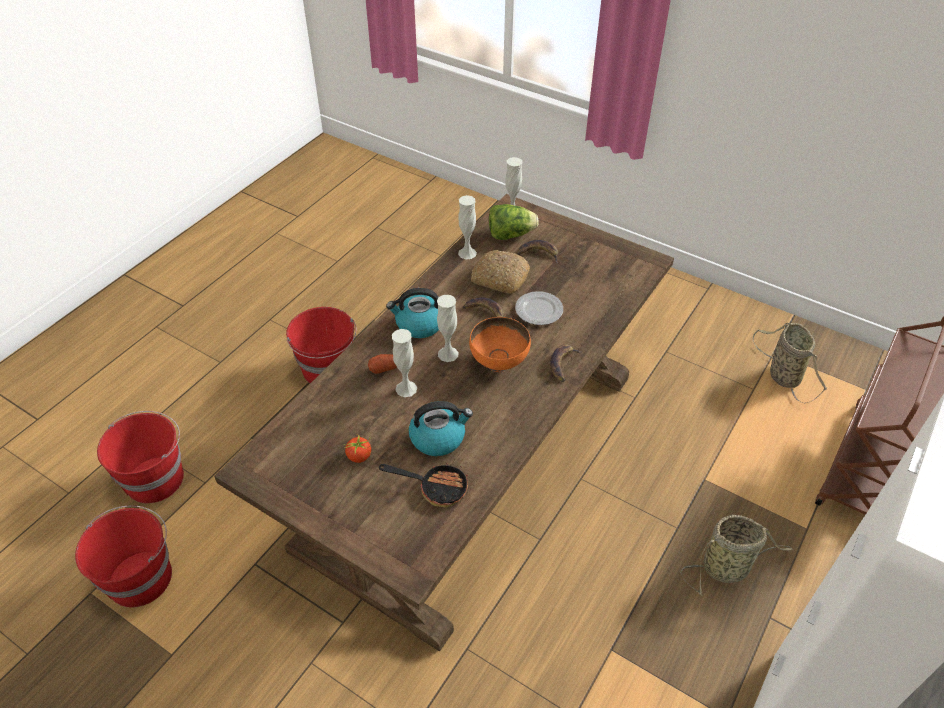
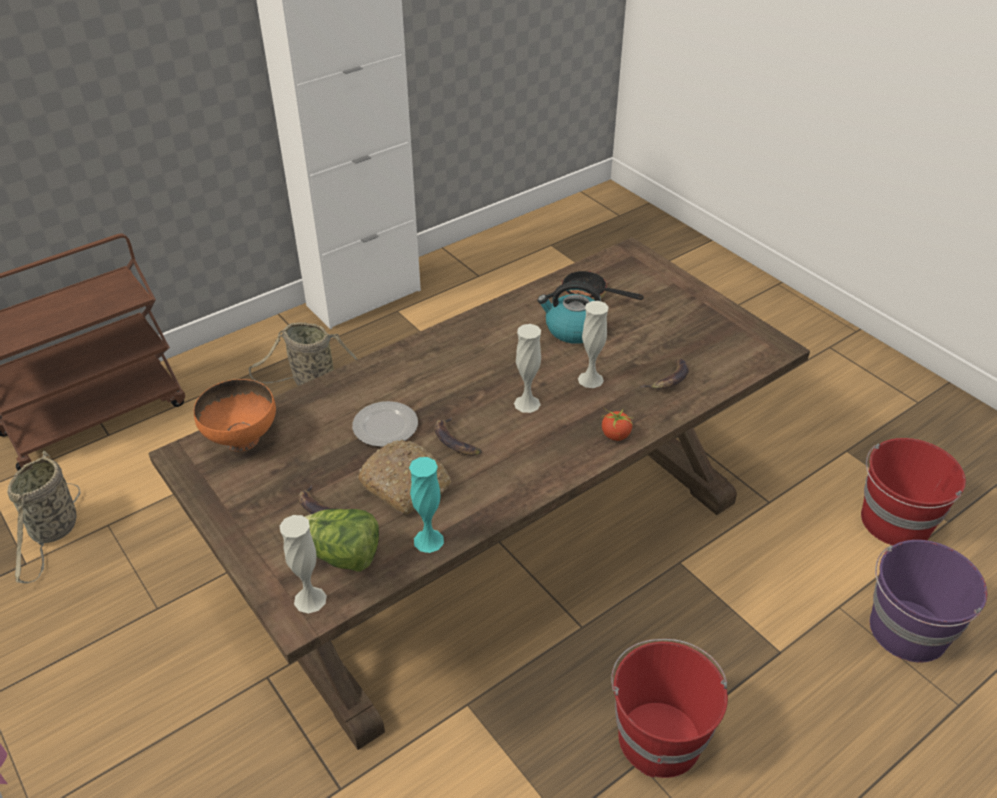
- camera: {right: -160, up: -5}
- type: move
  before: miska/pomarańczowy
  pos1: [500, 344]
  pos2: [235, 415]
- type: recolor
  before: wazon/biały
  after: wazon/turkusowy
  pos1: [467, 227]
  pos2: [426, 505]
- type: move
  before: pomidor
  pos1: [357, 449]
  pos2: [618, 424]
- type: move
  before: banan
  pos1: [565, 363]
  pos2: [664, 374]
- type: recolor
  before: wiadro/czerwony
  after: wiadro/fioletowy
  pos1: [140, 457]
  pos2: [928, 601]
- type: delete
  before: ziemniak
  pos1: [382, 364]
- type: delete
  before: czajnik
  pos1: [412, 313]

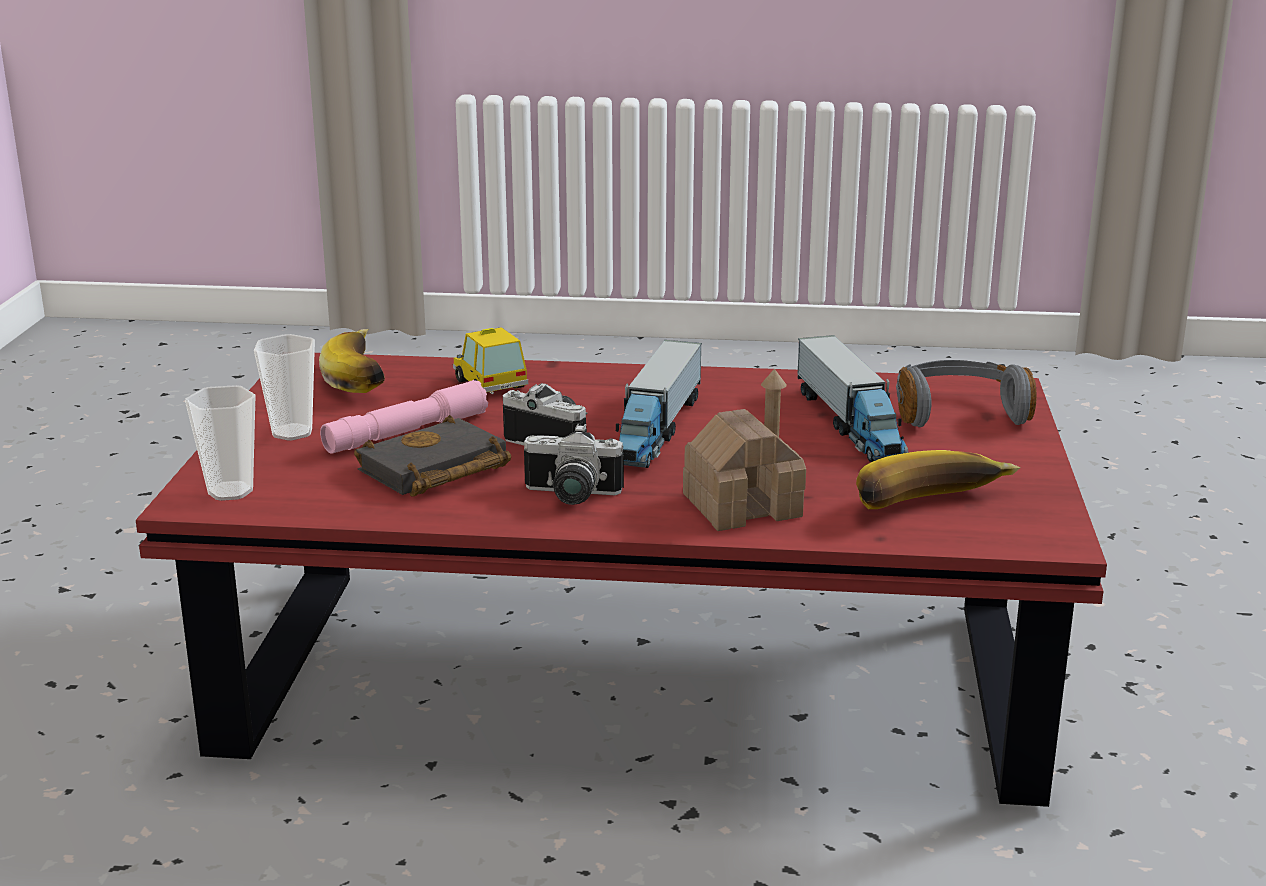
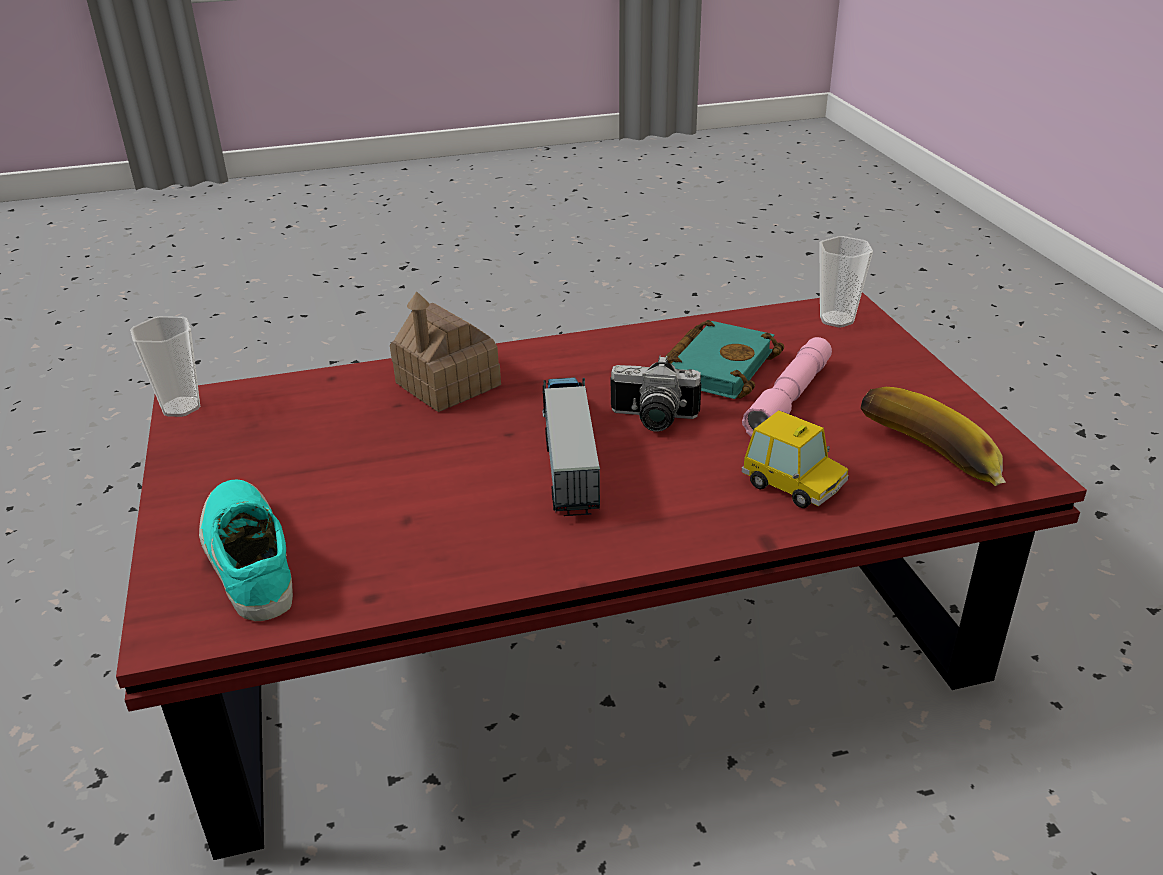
- camera: {right: 160, up: 10}
- type: move
  before: filiżanka
  pos1: [284, 387]
  pos2: [165, 366]
- type: replace
  before: słuchawki/szary
  after: but/turkusowy
  pos1: [966, 393]
  pos2: [246, 550]
- type: recolor
  before: książka/czarny
  after: książka/turkusowy
  pos1: [432, 456]
  pos2: [724, 359]
- type: delete
  before: aparat fotograficzny
  pos1: [574, 464]
- type: delete
  before: ciężarówka zabawkowa
  pos1: [852, 398]
- type: delete
  before: banan
  pos1: [938, 479]

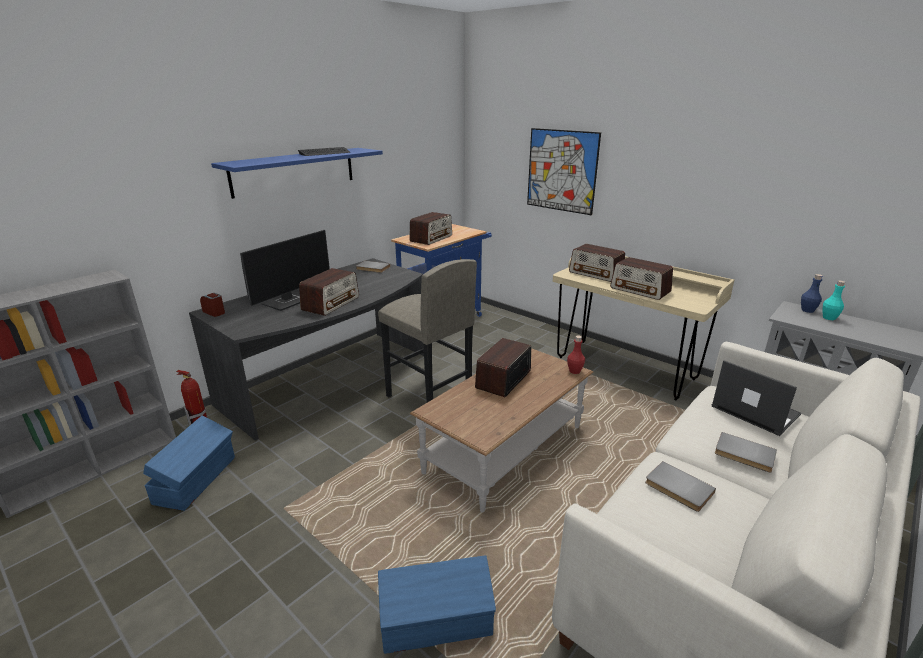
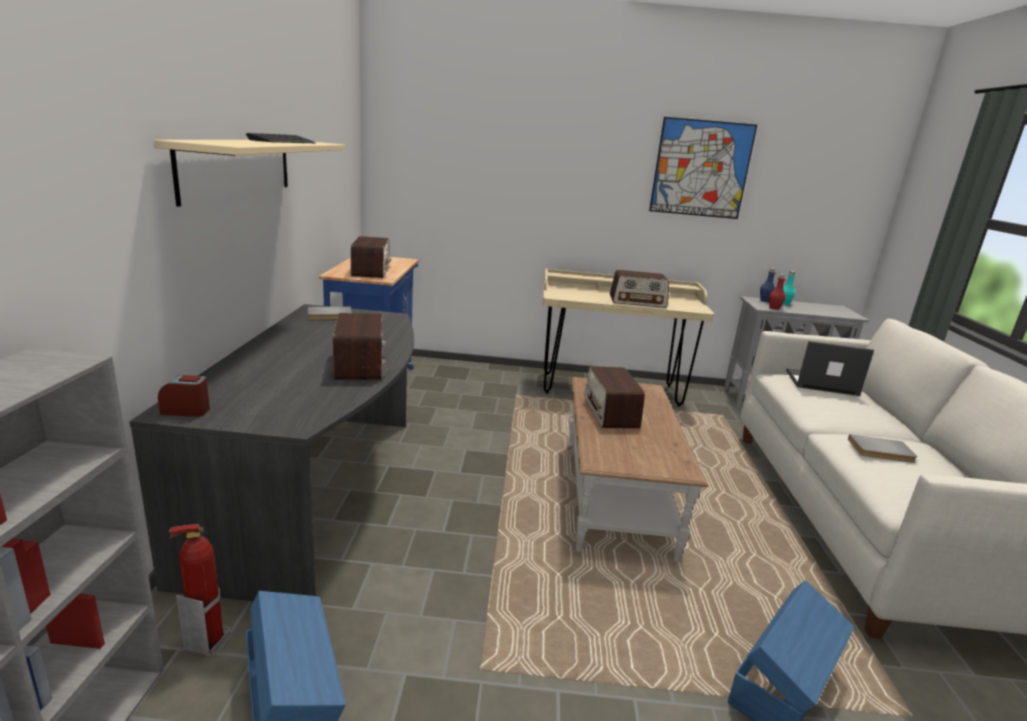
- camera: {right: -40, up: -5}
- type: recolor
  before: półka/niebieski
  after: półka/beżowy
  pos1: [297, 173]
  pos2: [249, 173]
- type: move
  before: obraz
  pos1: [564, 171]
  pos2: [703, 168]
- type: move
  before: butelka/czerwony
  pos1: [576, 355]
  pos2: [777, 292]
- type: delete
  before: monitor
  pos1: [285, 270]
- type: delete
  before: stołek/szary
  pos1: [427, 330]
- type: delete
  before: radio
  pos1: [597, 263]
- type: delete
  before: książka/szary
  pos1: [746, 452]

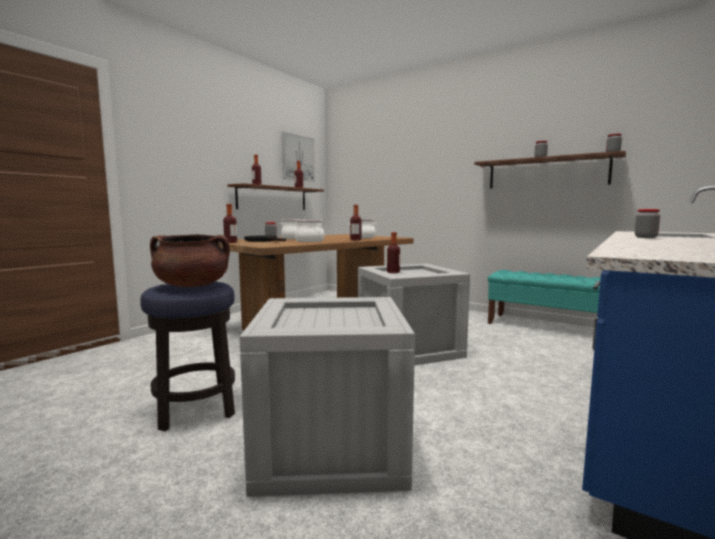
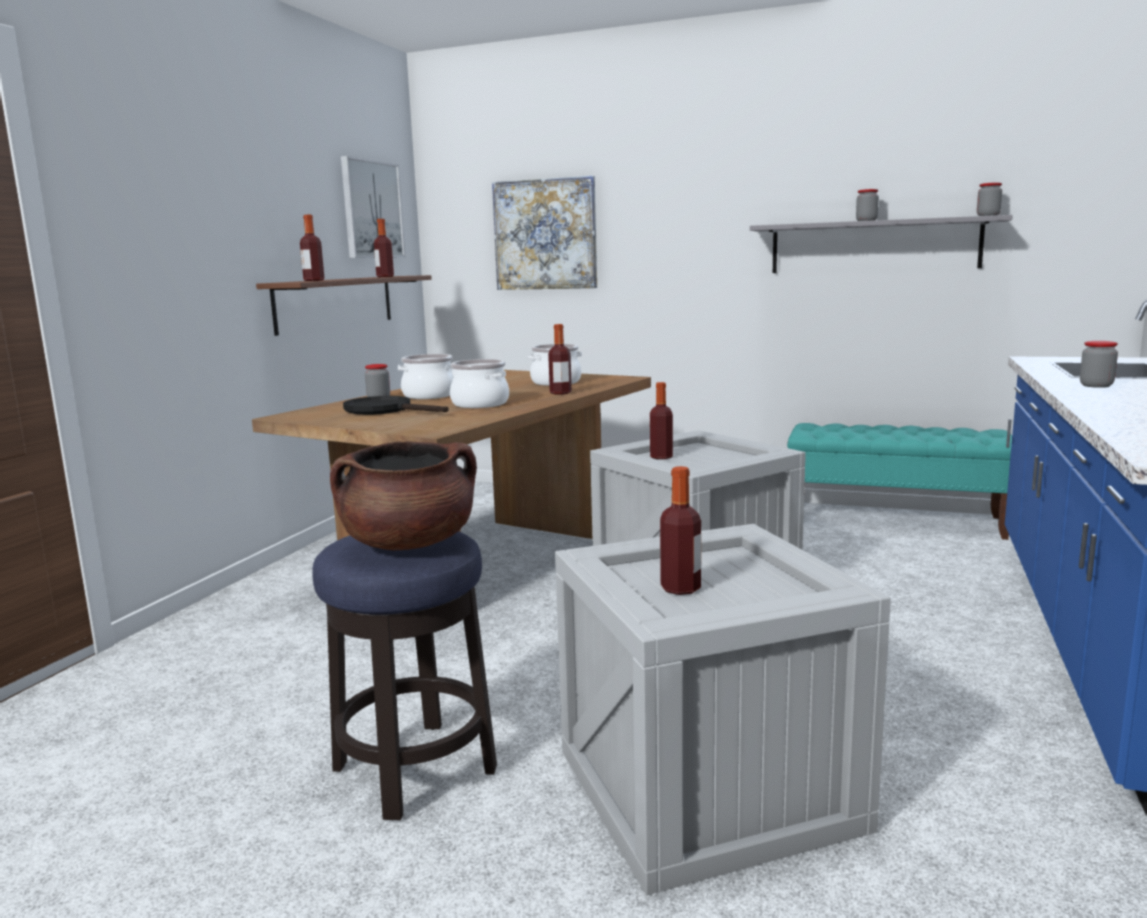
- camera: {right: -15, up: 5}
- type: insert
  after: obraz
  pos2: [544, 233]
- type: move
  before: butelka
  pos1: [230, 223]
  pos2: [680, 530]
- type: recolor
  before: półka/brązowy
  after: półka/szary
  pos1: [550, 170]
  pos2: [881, 244]

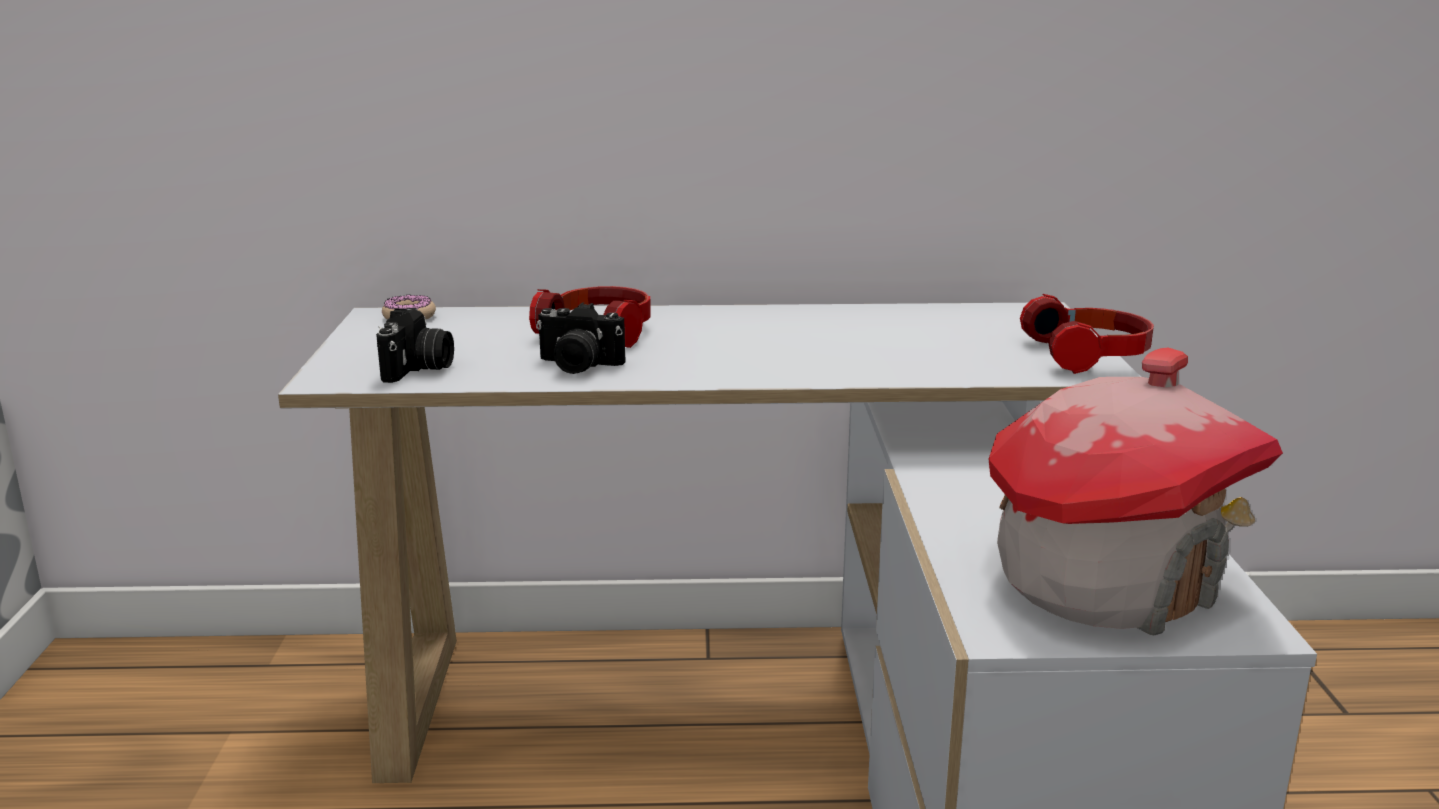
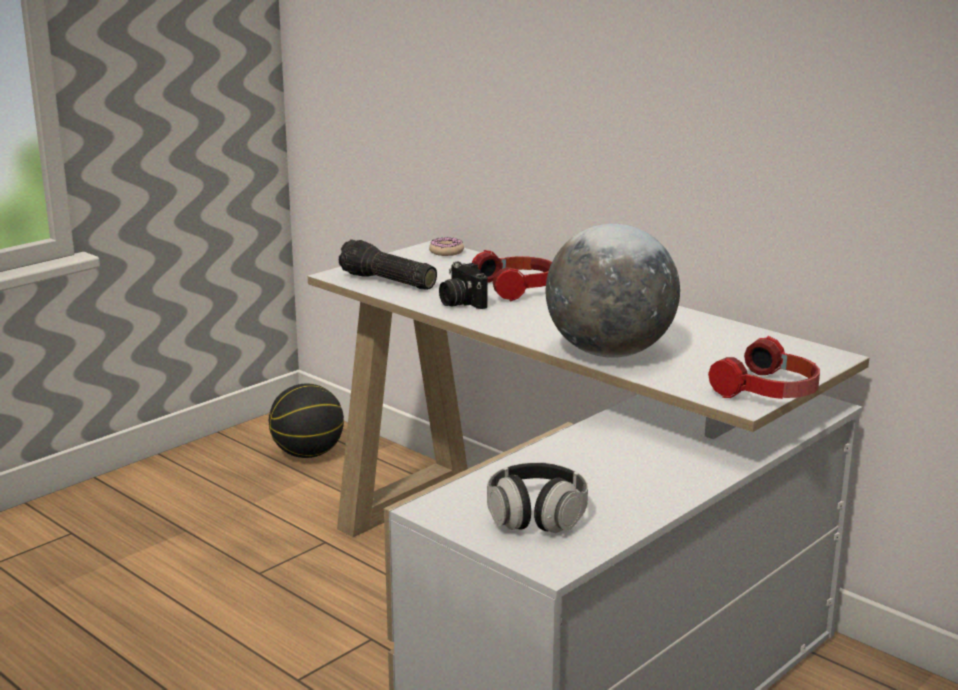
- camera: {right: 45, up: 0}
- type: insert
  after: piłka do koszykówki
  pos2: [306, 421]
- type: replace
  before: aparat fotograficzny
  after: latarka
  pos1: [415, 345]
  pos2: [388, 264]
- type: replace
  before: domek
  after: słuchawki
  pos1: [1136, 491]
  pos2: [537, 497]
- type: insert
  after: globus
  pos2: [613, 291]

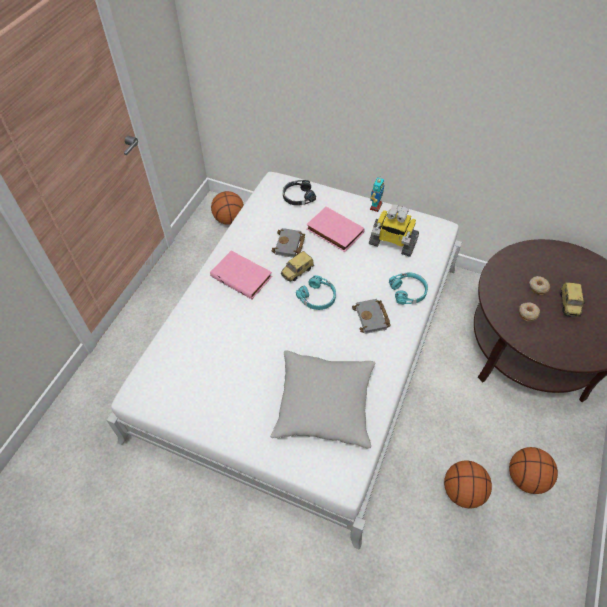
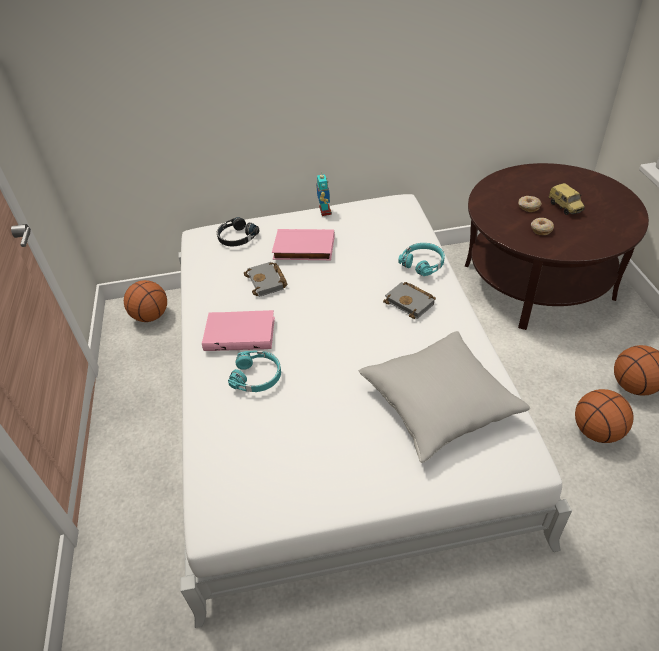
- camera: {right: -30, up: -10}
- type: move
  before: słuchawki/turkusowy
  pos1: [316, 292]
  pos2: [254, 371]
- type: delete
  before: samochodzik
  pos1: [297, 266]
- type: delete
  before: robot zabawkowy
  pos1: [394, 230]

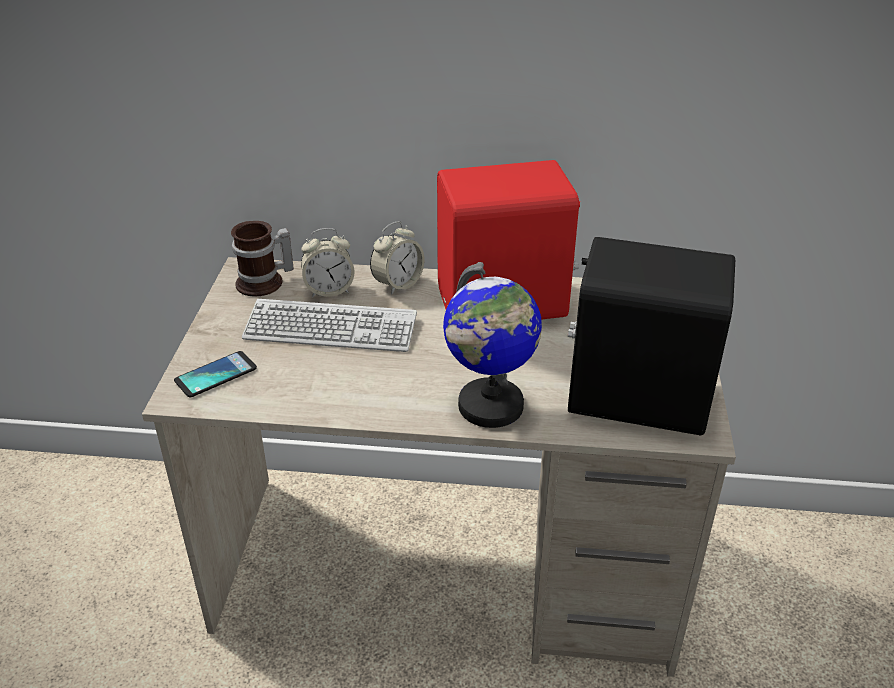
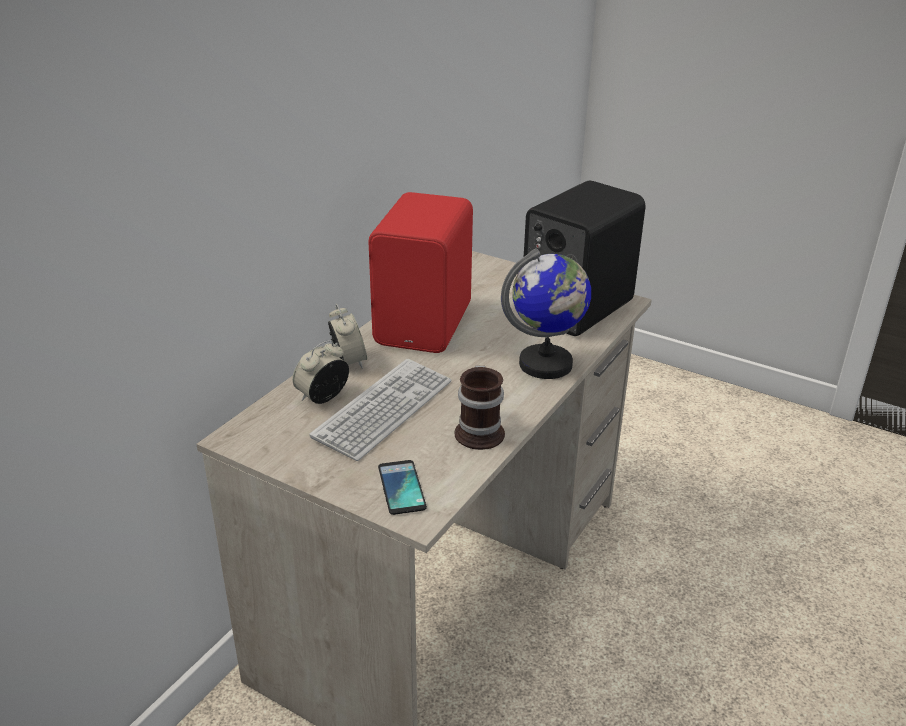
- camera: {right: -65, up: -5}
- type: rotate
  before: budzik
  pos1: [327, 263]
  pos2: [320, 372]
  turn: -150
- type: move
  before: kubek
  pos1: [262, 258]
  pos2: [479, 407]

